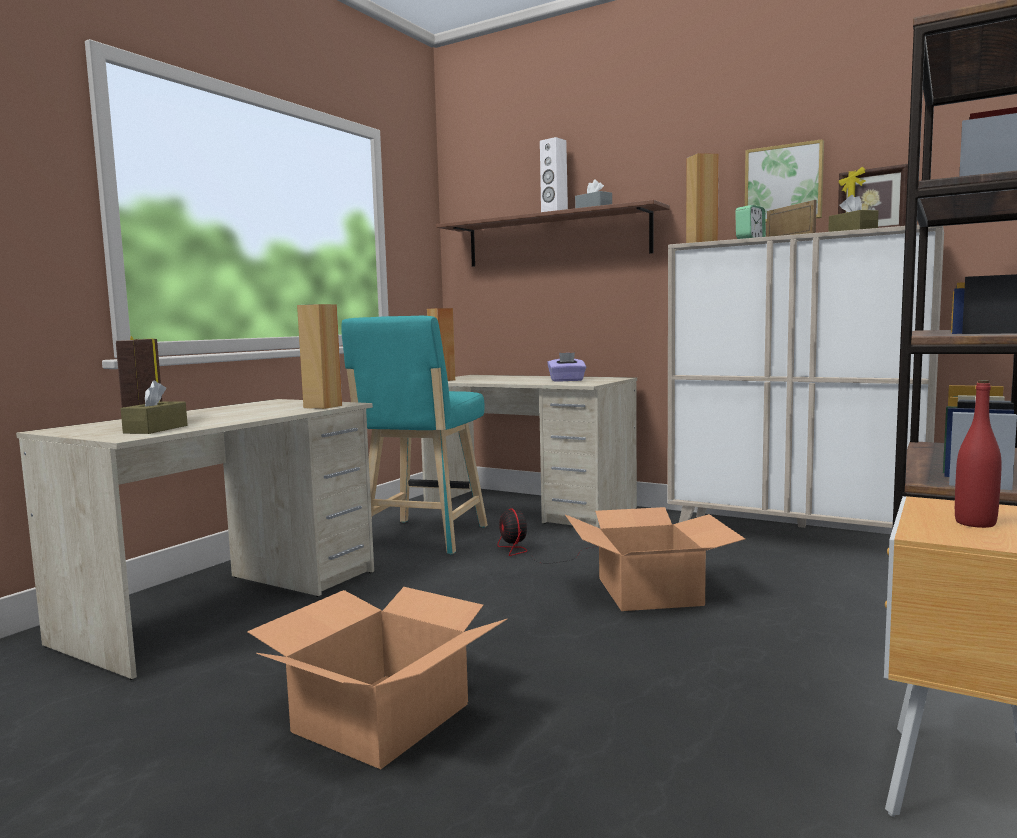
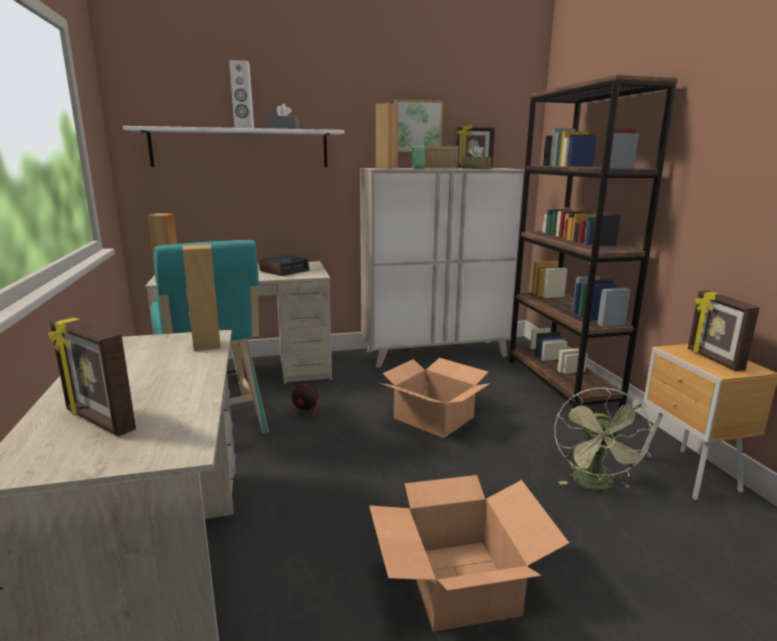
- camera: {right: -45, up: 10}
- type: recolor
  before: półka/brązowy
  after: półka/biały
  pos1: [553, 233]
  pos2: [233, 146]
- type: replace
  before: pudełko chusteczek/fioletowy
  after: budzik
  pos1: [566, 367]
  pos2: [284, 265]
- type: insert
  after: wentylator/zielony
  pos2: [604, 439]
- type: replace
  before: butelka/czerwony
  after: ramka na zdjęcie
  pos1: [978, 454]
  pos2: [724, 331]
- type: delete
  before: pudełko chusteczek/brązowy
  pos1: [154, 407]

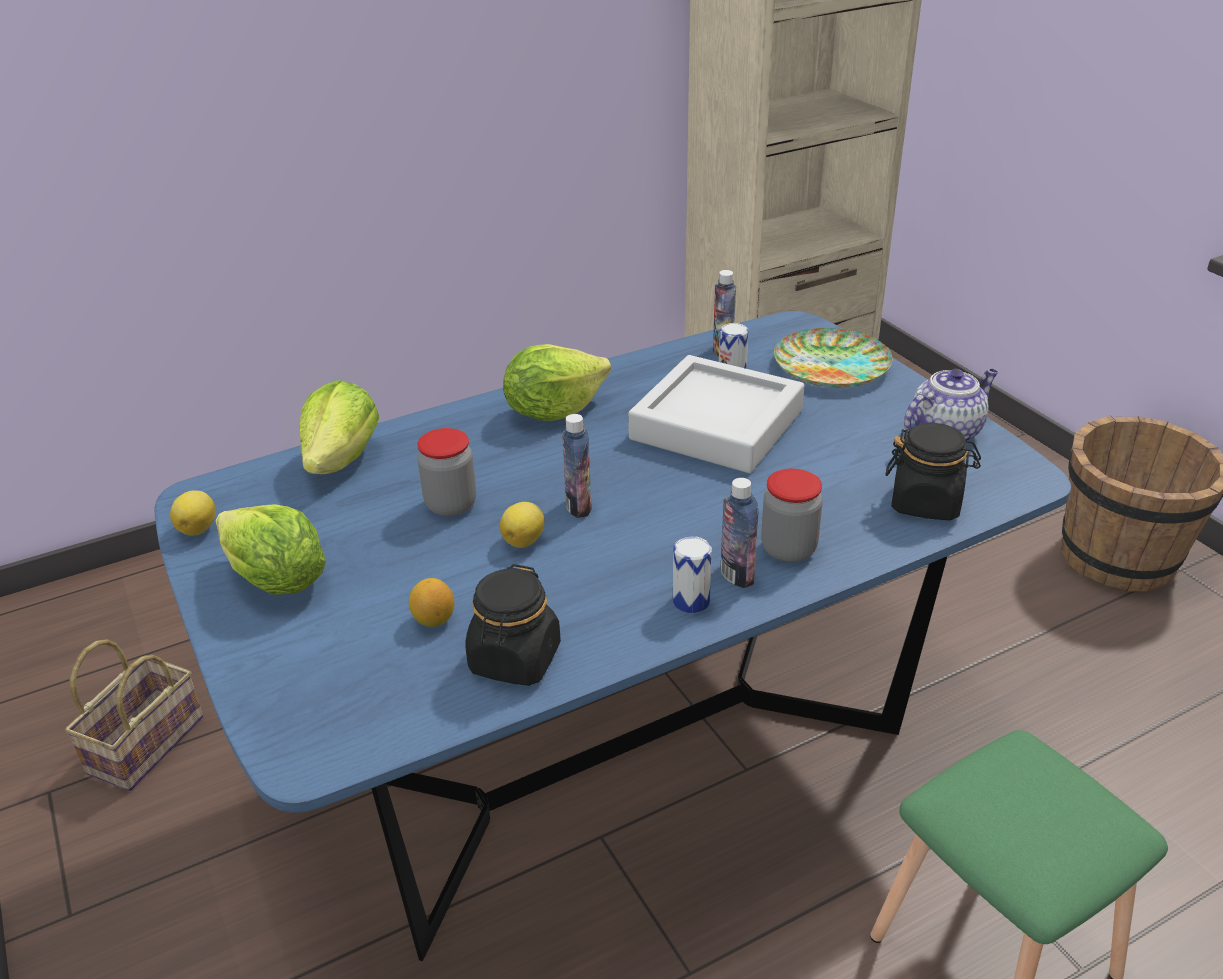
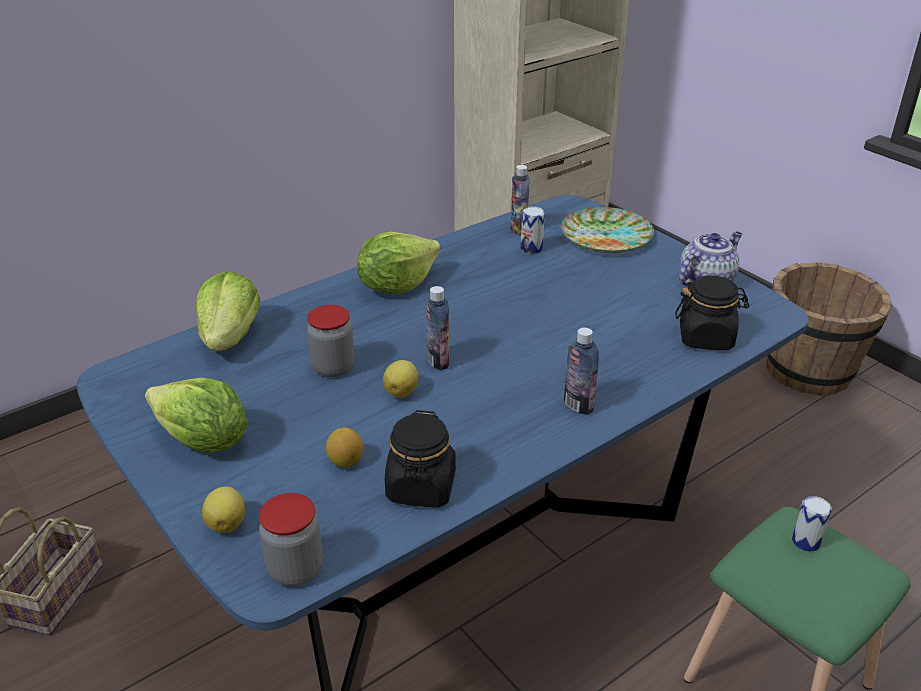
- camera: {right: -10, up: 0}
- type: move
  before: cytryna
  pos1: [192, 513]
  pos2: [223, 510]
- type: move
  before: słoik
  pos1: [792, 515]
  pos2: [291, 539]
- type: move
  before: puszka
  pos1: [692, 574]
  pos2: [812, 524]
- type: delete
  before: taca/szary
  pos1: [716, 414]

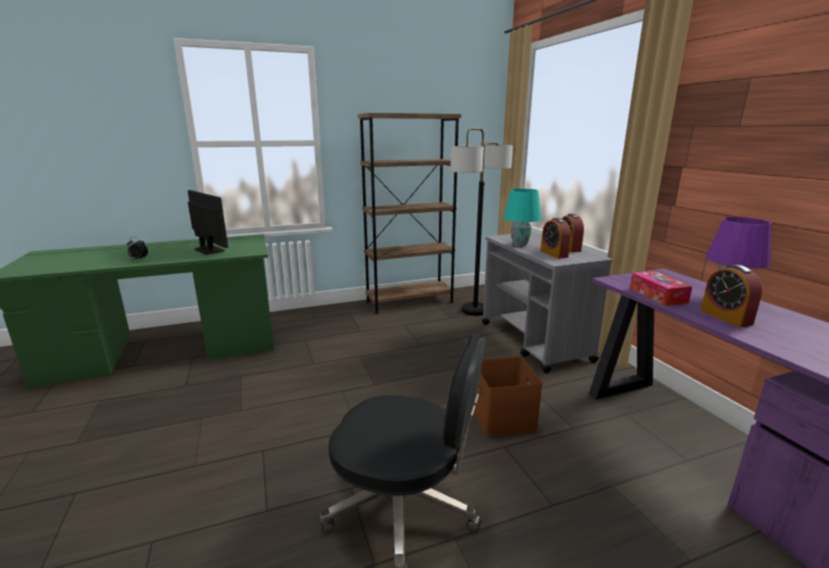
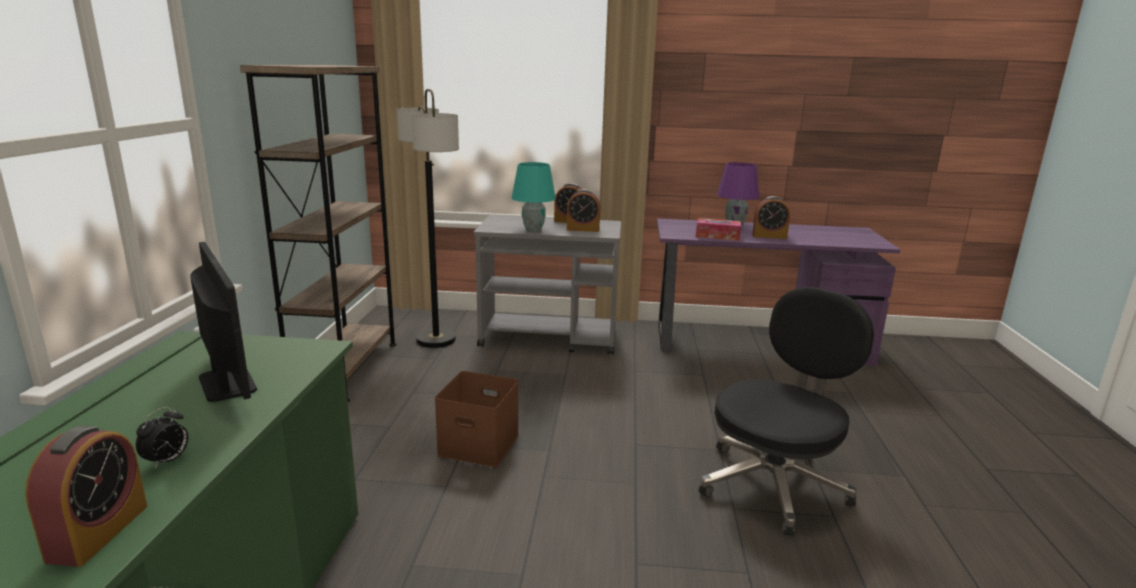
- camera: {right: -65, up: 0}
- type: insert
  after: budzik
  pos2: [86, 496]
- type: rotate
  before: monitor
  pos1: [208, 222]
  pos2: [223, 322]
  turn: 75
- type: move
  before: pojemnik do przechowywania/brązowy
  pos1: [508, 396]
  pos2: [477, 419]

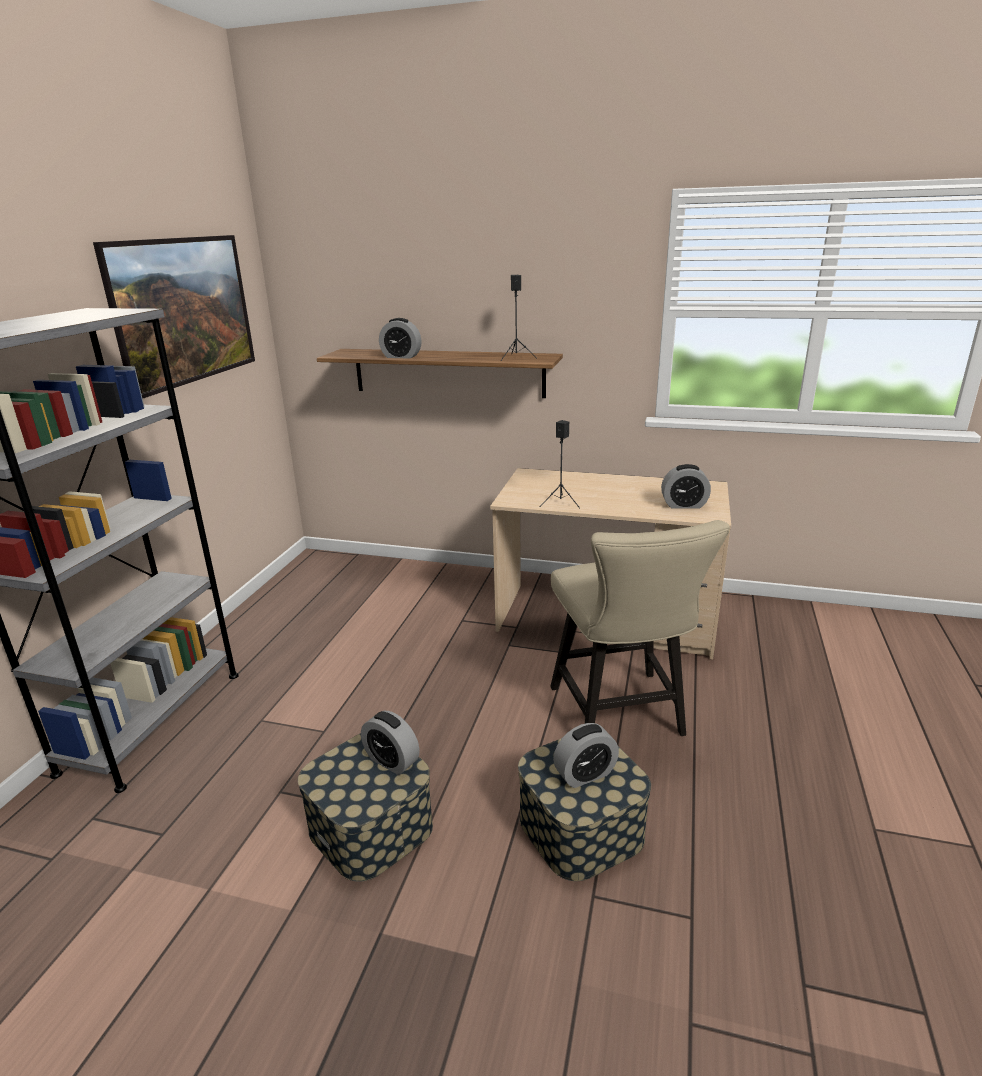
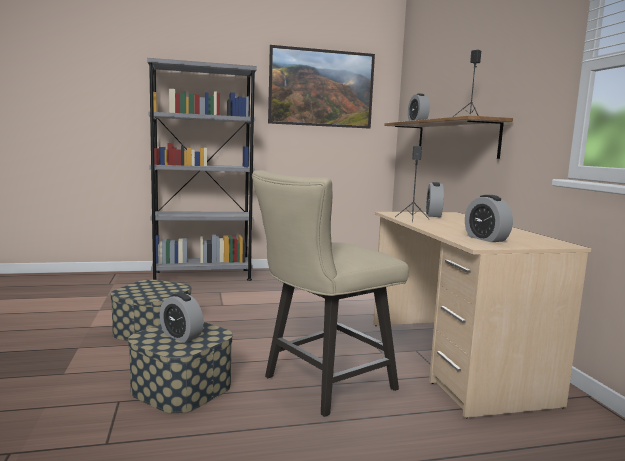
- camera: {right: 60, up: -15}
- type: move
  before: budzik
  pos1: [390, 743]
  pos2: [435, 199]

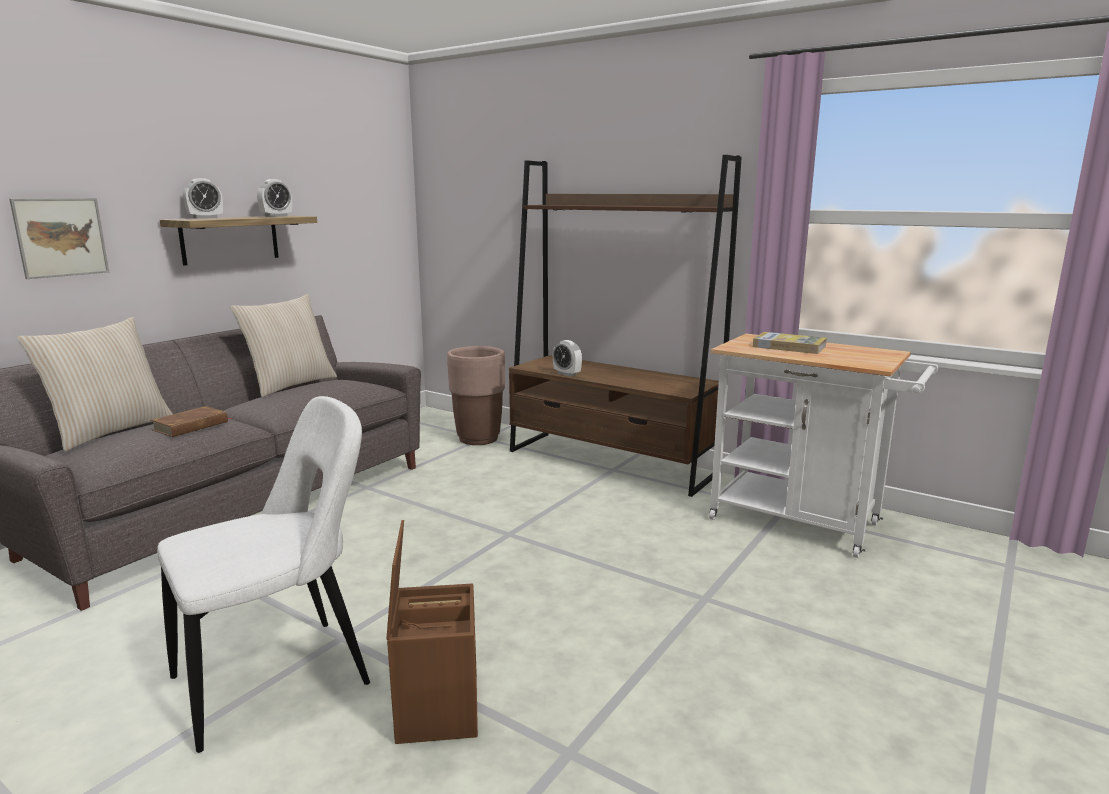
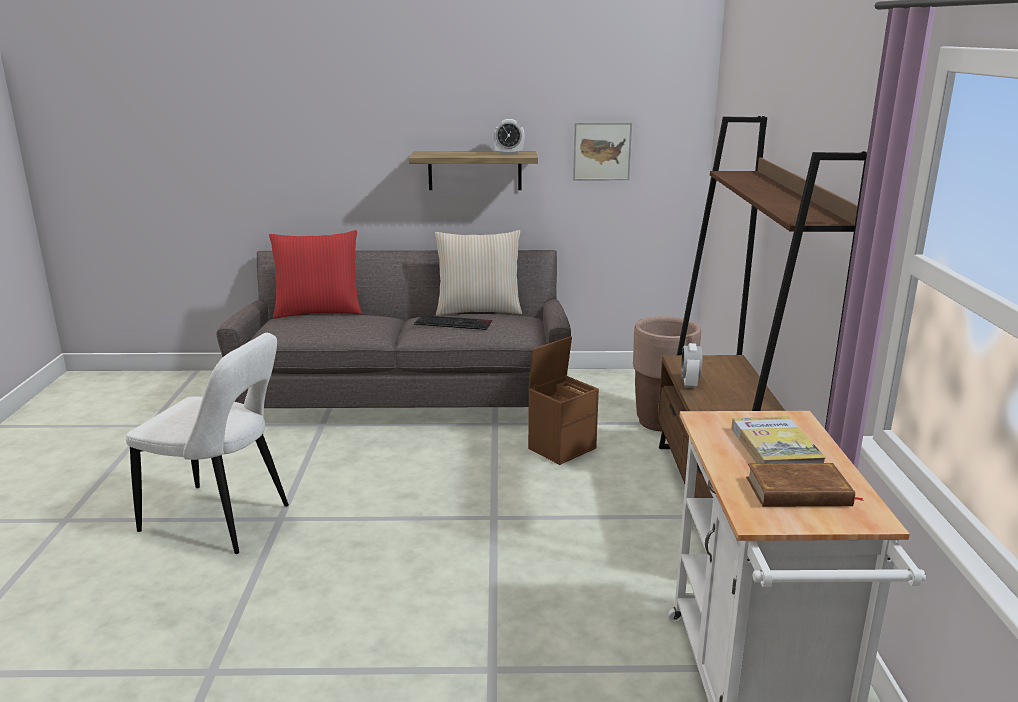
- camera: {right: 55, up: 5}
- type: recolor
  before: poduszka/beżowy
  after: poduszka/czerwony
  pos1: [95, 384]
  pos2: [315, 274]
- type: insert
  after: klawiatura
  pos2: [453, 322]
- type: move
  before: pojemnik do przechowywania/brązowy
  pos1: [432, 632]
  pos2: [563, 400]
- type: move
  before: obraz
  pos1: [59, 238]
  pos2: [602, 151]
- type: move
  before: książka/brązowy
  pos1: [191, 421]
  pos2: [804, 485]
- type: delete
  before: budzik
  pos1: [203, 198]

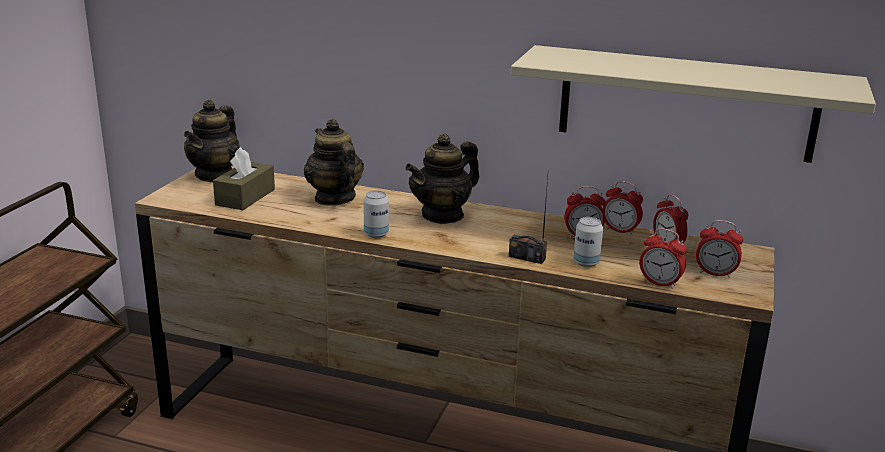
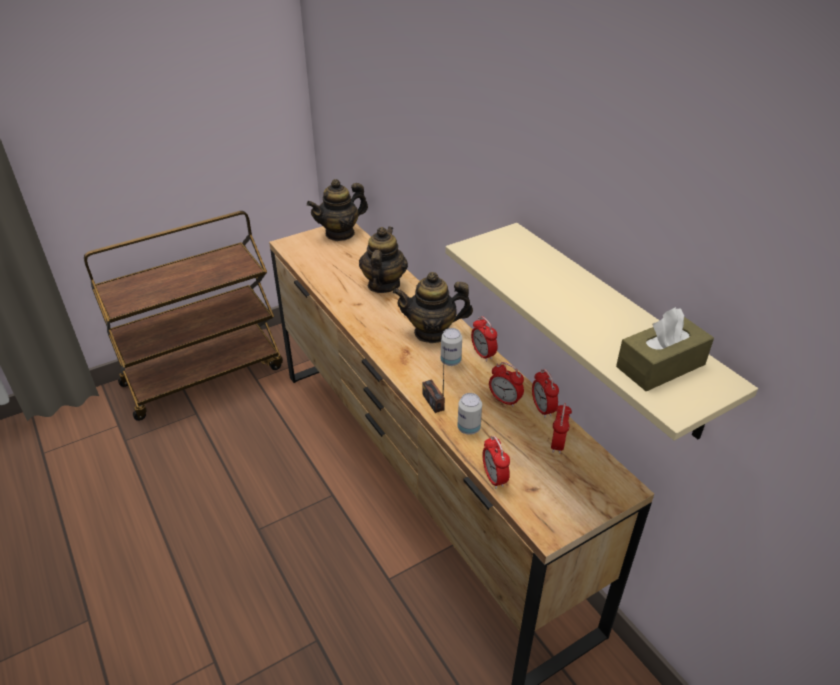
- camera: {right: 40, up: 15}
- type: move
  before: puszka
  pos1: [376, 214]
  pos2: [451, 347]
- type: move
  before: budzik
  pos1: [719, 249]
  pos2: [484, 339]
- type: move
  before: pudełko chusteczek/brązowy
  pos1: [244, 178]
  pos2: [665, 349]

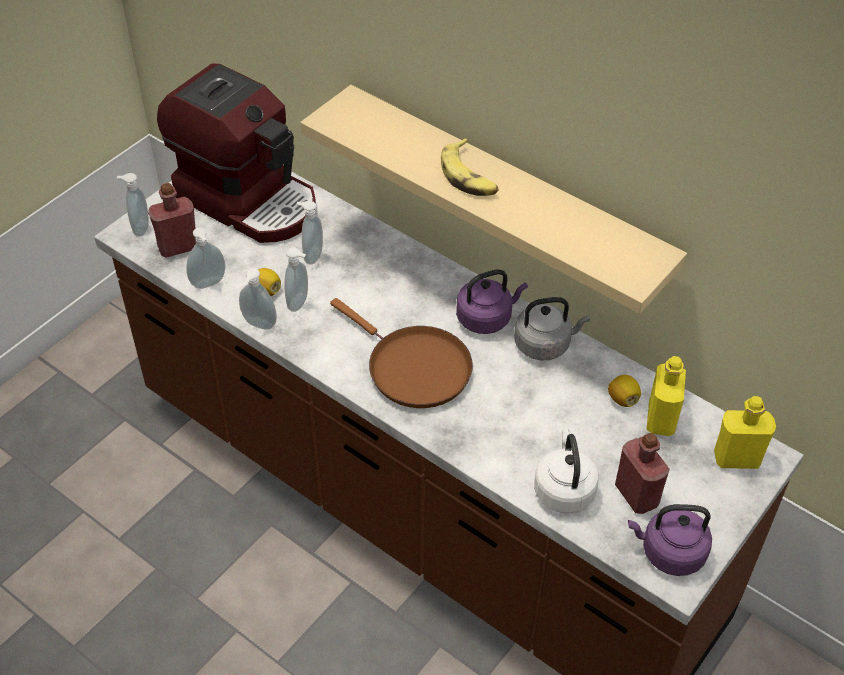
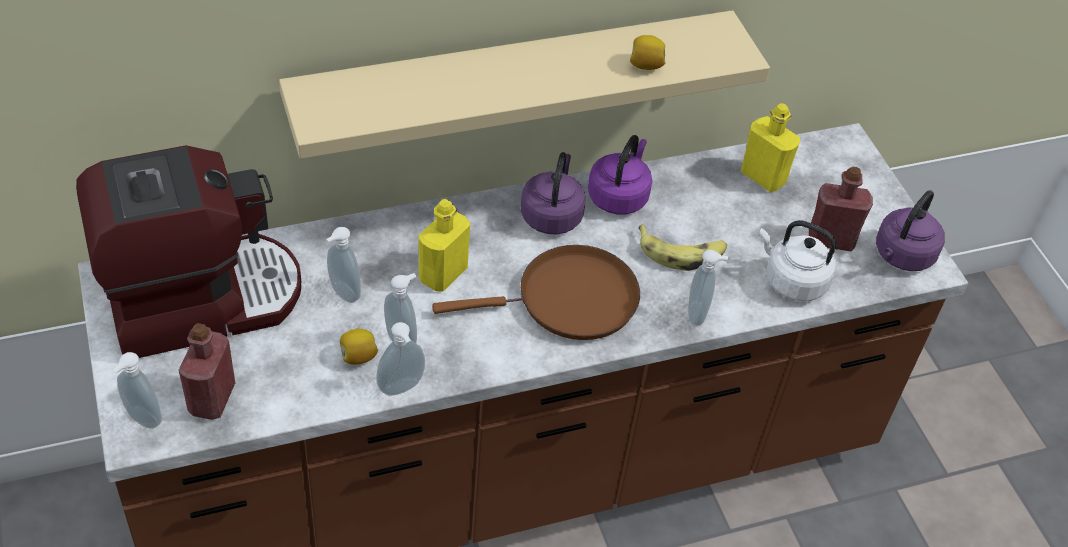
- camera: {right: -60, up: 0}
- type: move
  before: butelka/żółty
  pos1: [745, 432]
  pos2: [444, 245]
- type: recolor
  before: czajnik/szary
  after: czajnik/fioletowy
  pos1: [552, 328]
  pos2: [620, 174]
- type: move
  before: cytryna
  pos1: [624, 391]
  pos2: [648, 52]
- type: move
  before: banan
  pos1: [470, 167]
  pos2: [682, 247]
- type: move
  before: dozownik mydła
  pos1: [205, 258]
  pos2: [708, 288]

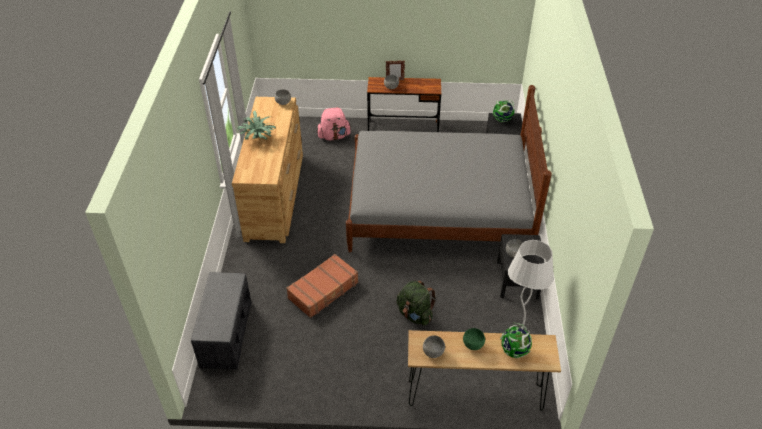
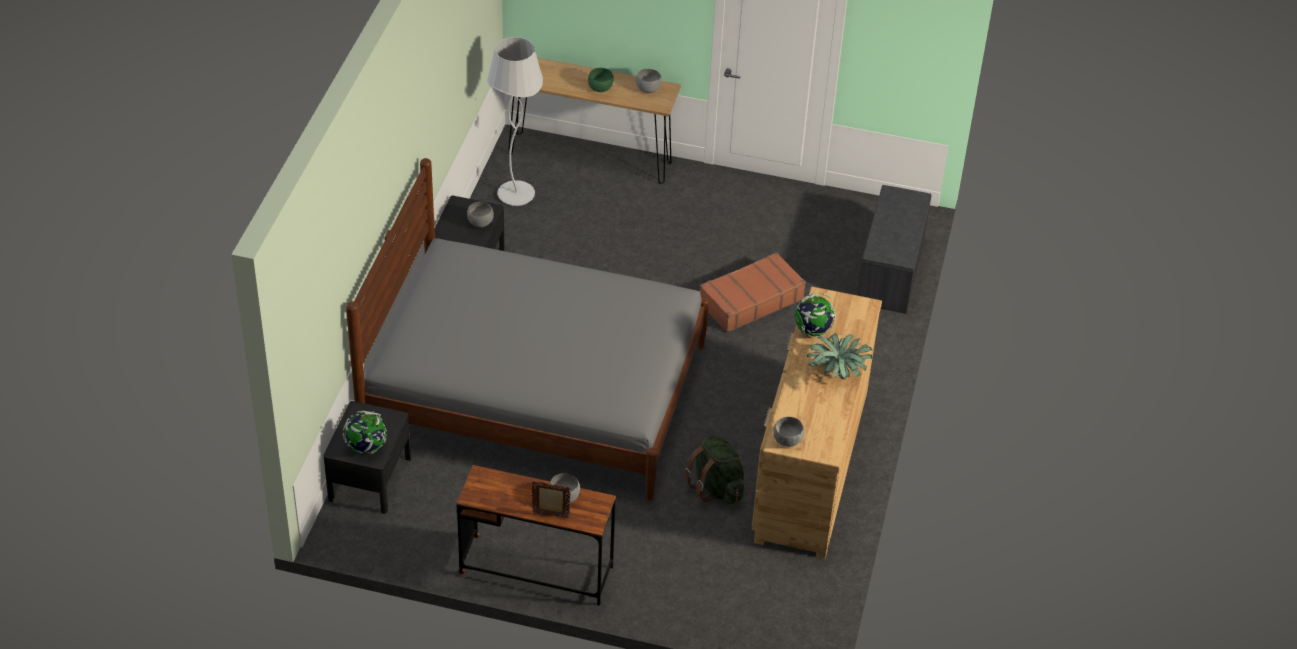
- camera: {right: -170, up: 0}
- type: move
  before: plecak/zielony
  pos1: [416, 303]
  pos2: [714, 469]
- type: move
  before: globus
  pos1: [516, 340]
  pos2: [815, 314]
- type: delete
  before: plecak/różowy
  pos1: [334, 123]

